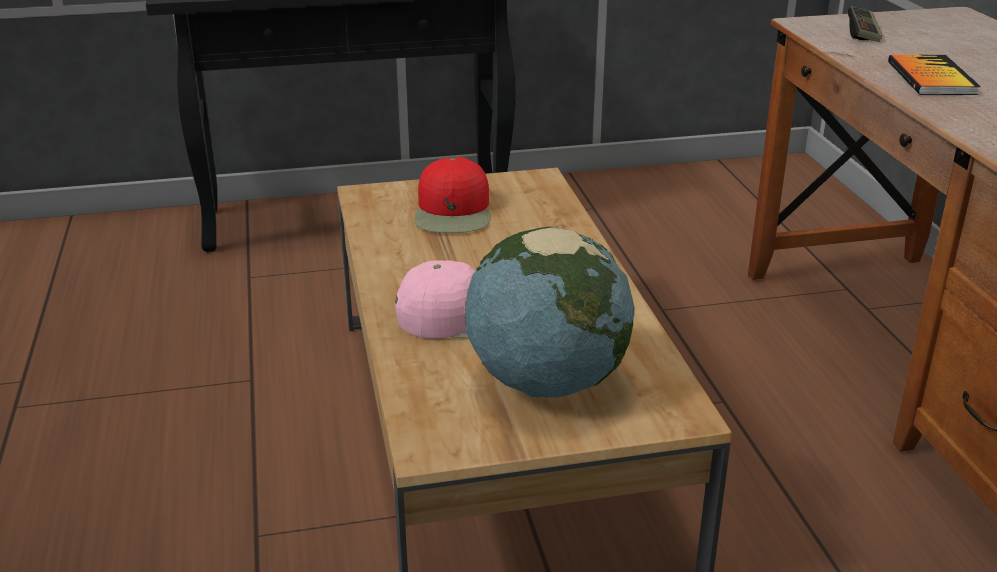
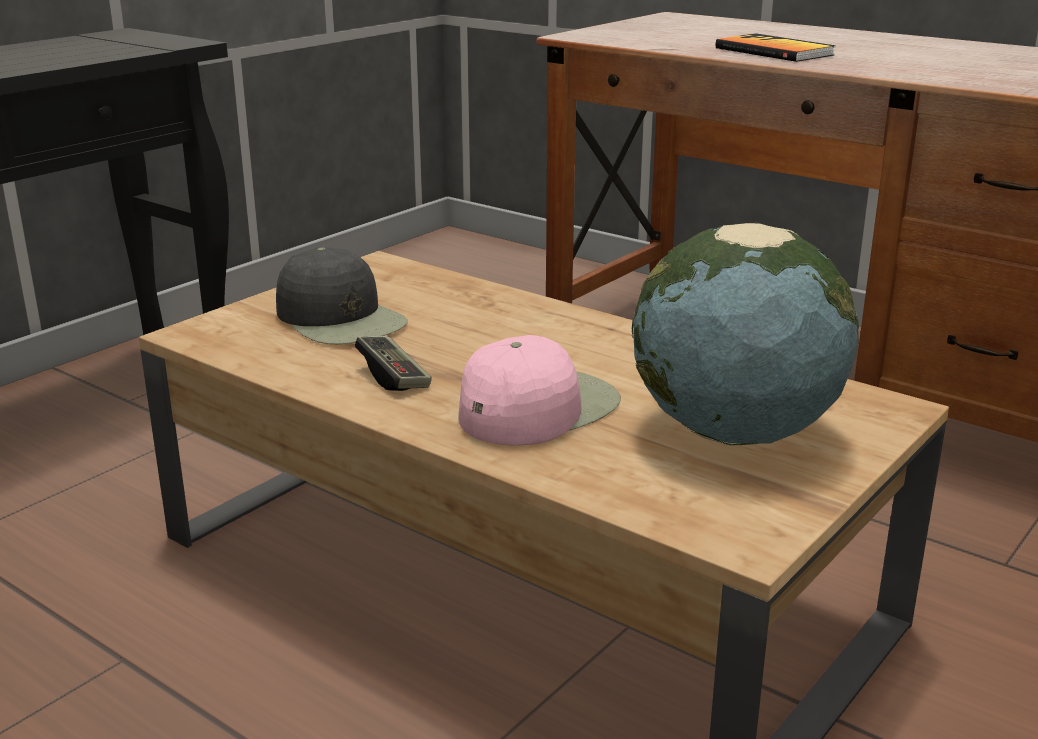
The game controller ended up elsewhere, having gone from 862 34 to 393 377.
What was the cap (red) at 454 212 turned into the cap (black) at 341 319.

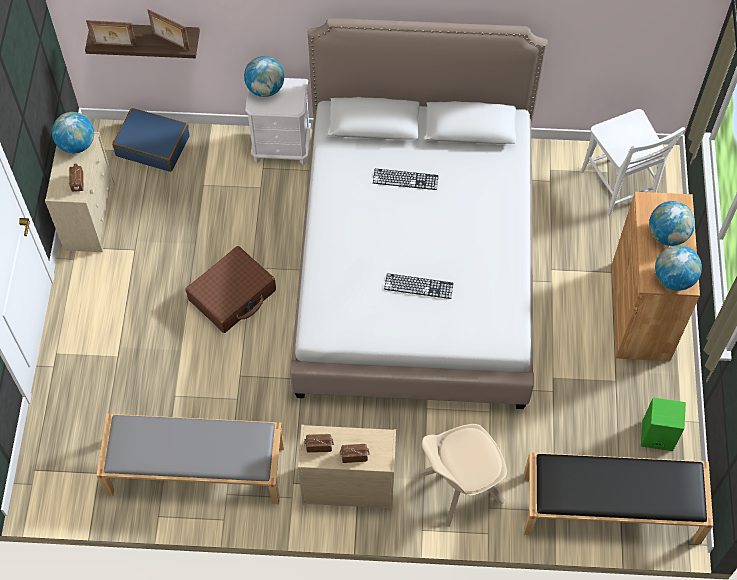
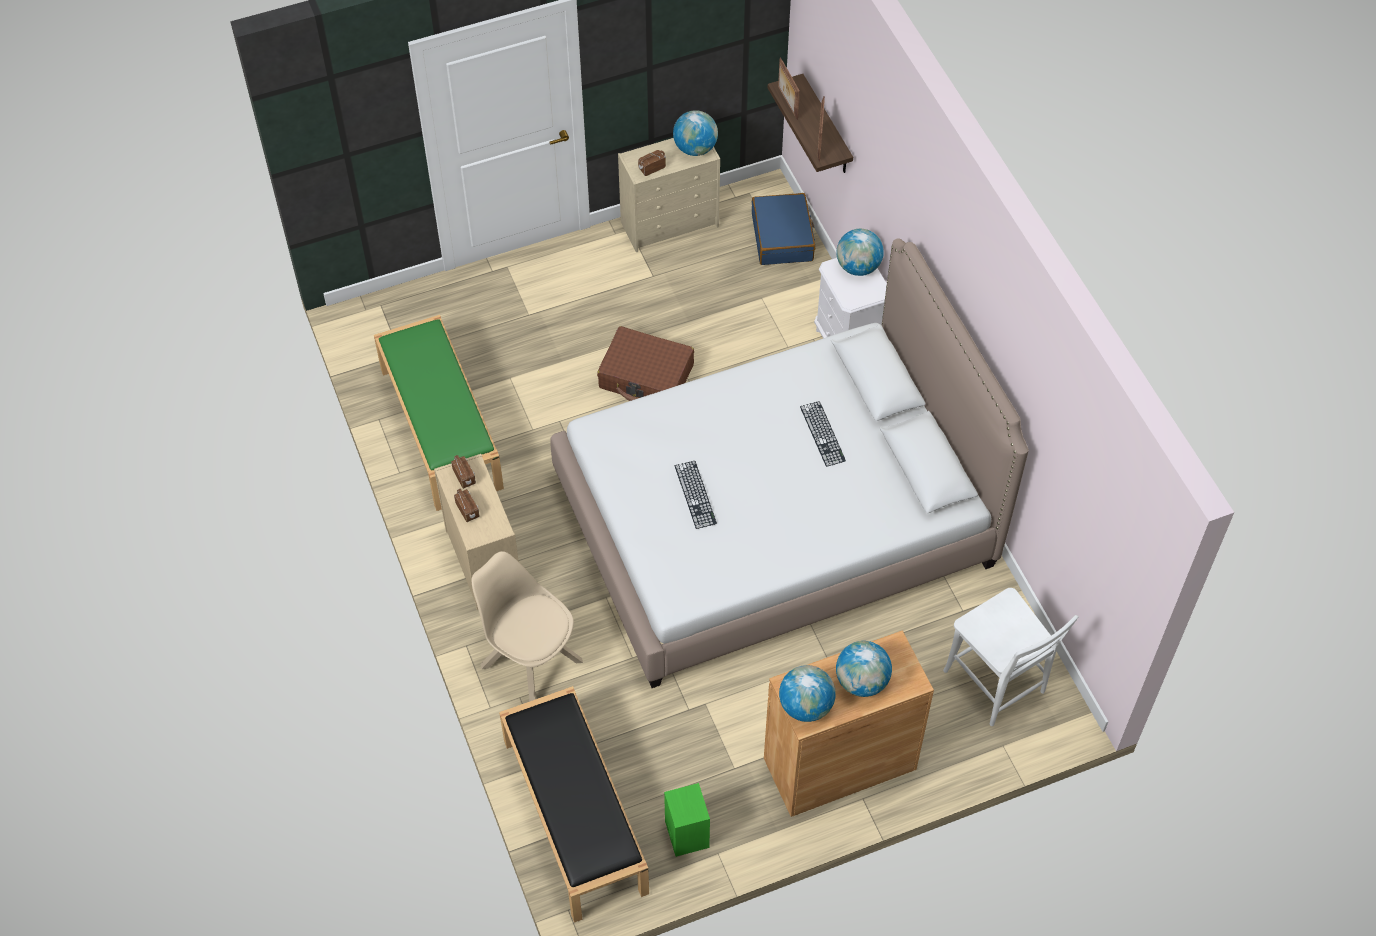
The chair (white) at 619 187 ended up facing another way, 75 degrees counterclockwise from before.
What was the bench (grey) at 195 470 turned into the bench (green) at 440 427.

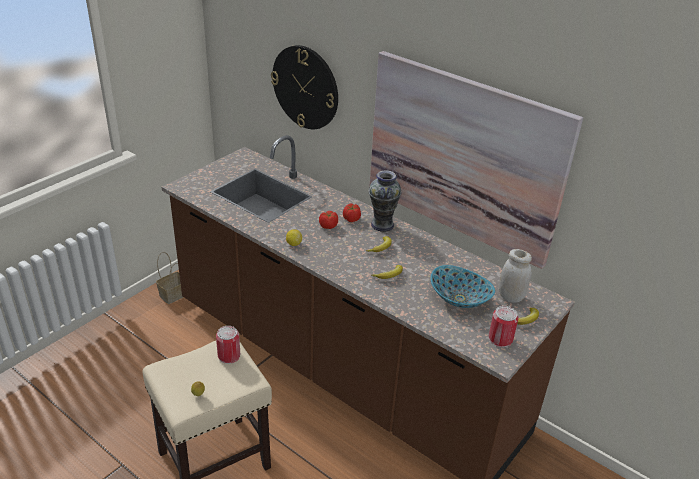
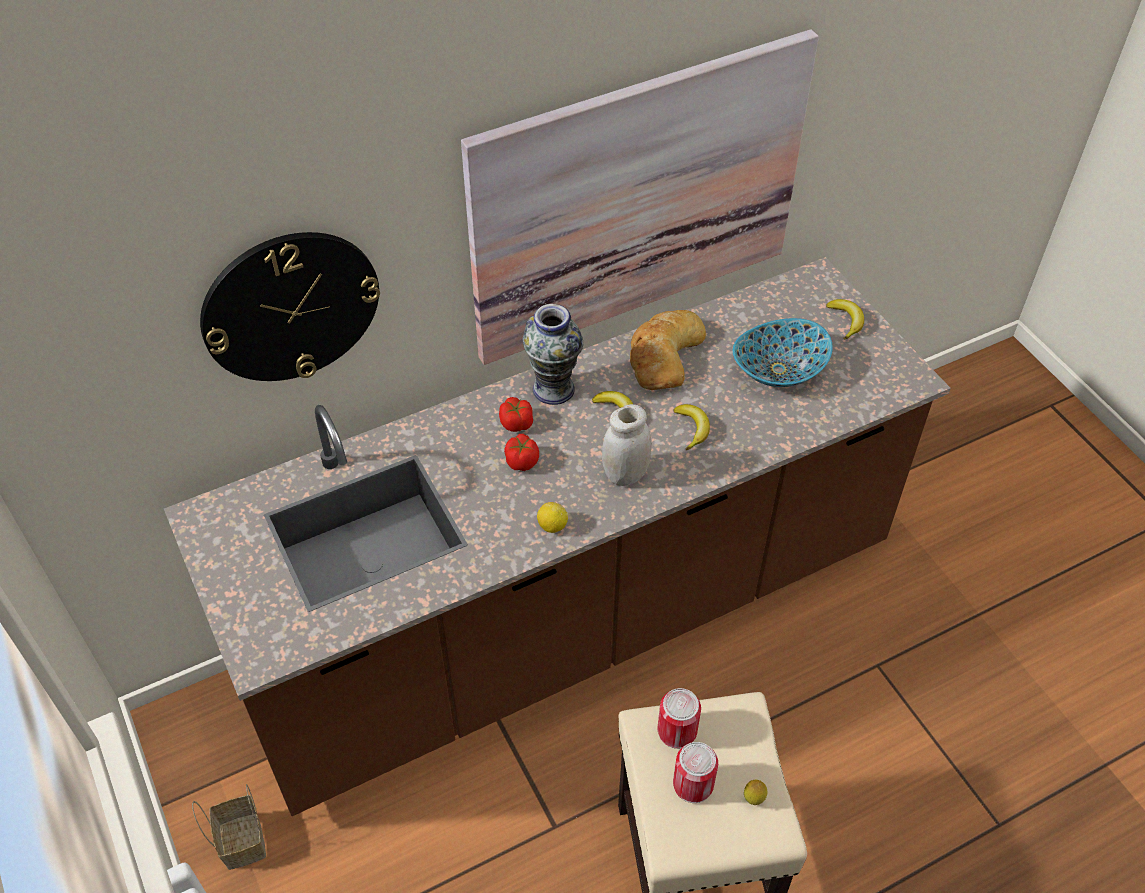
The jar (white) ended up elsewhere, having gone from 510 297 to 625 474.
The can ended up elsewhere, having gone from 500 339 to 693 784.
The second view gained the bread at 663 355.

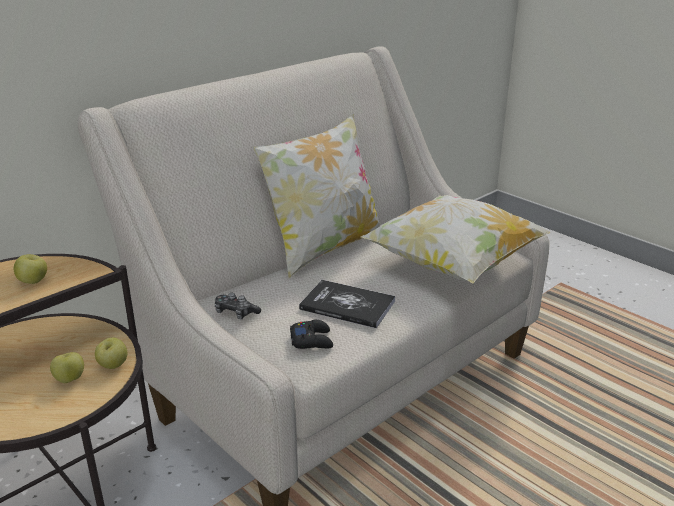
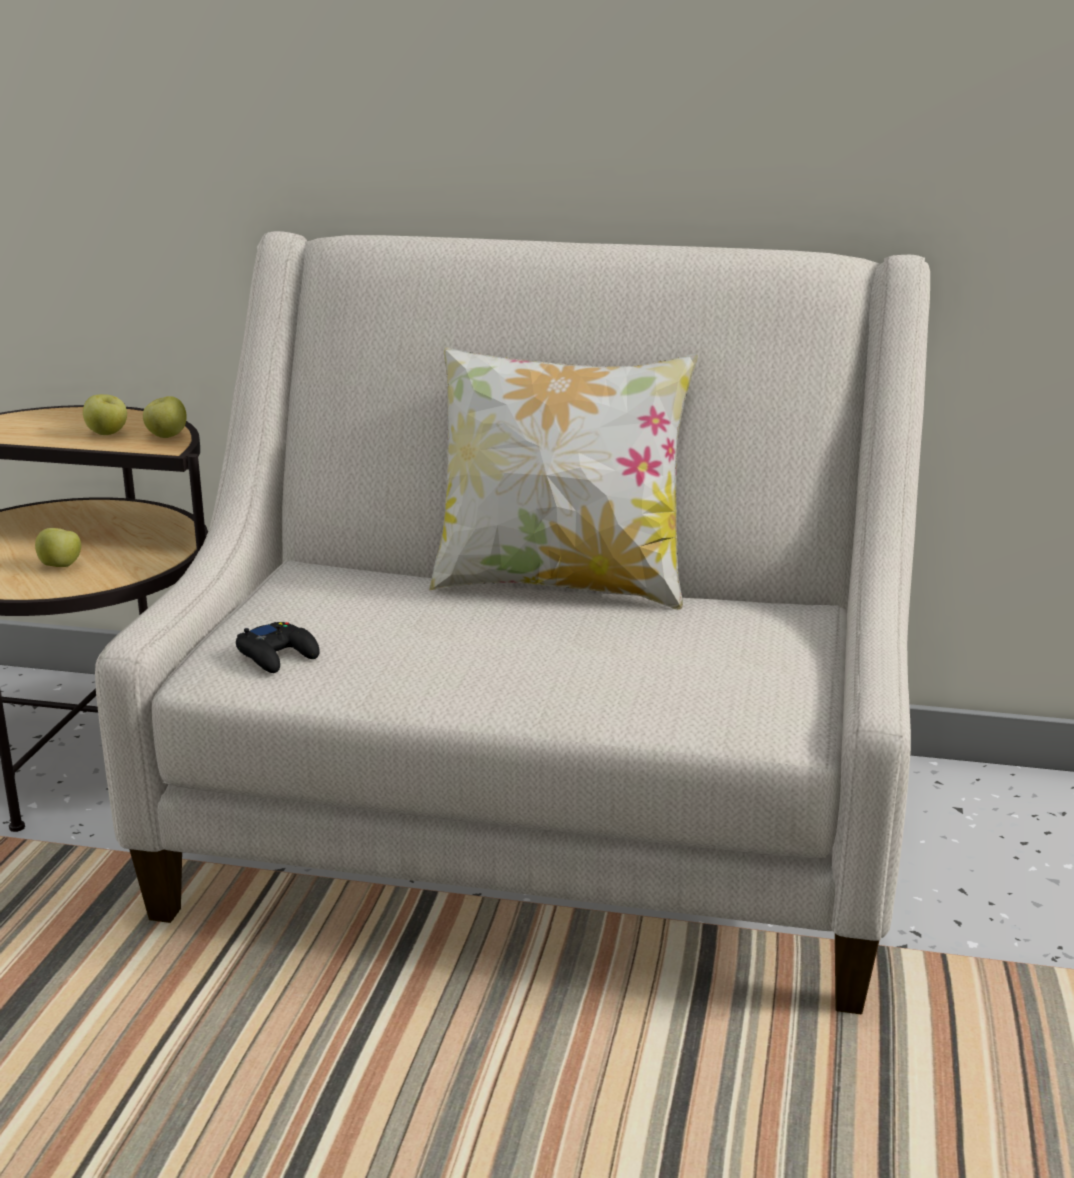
The second view lost the pillow at 452 265.
The second view lost the book at 347 305.
The second view lost the game controller at 235 313.
The apple ended up elsewhere, having gone from 113 366 to 166 436.

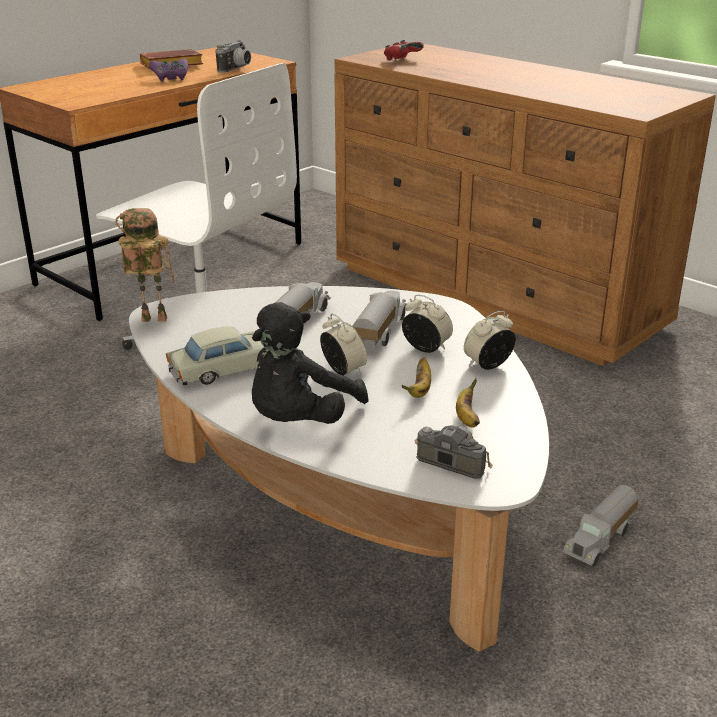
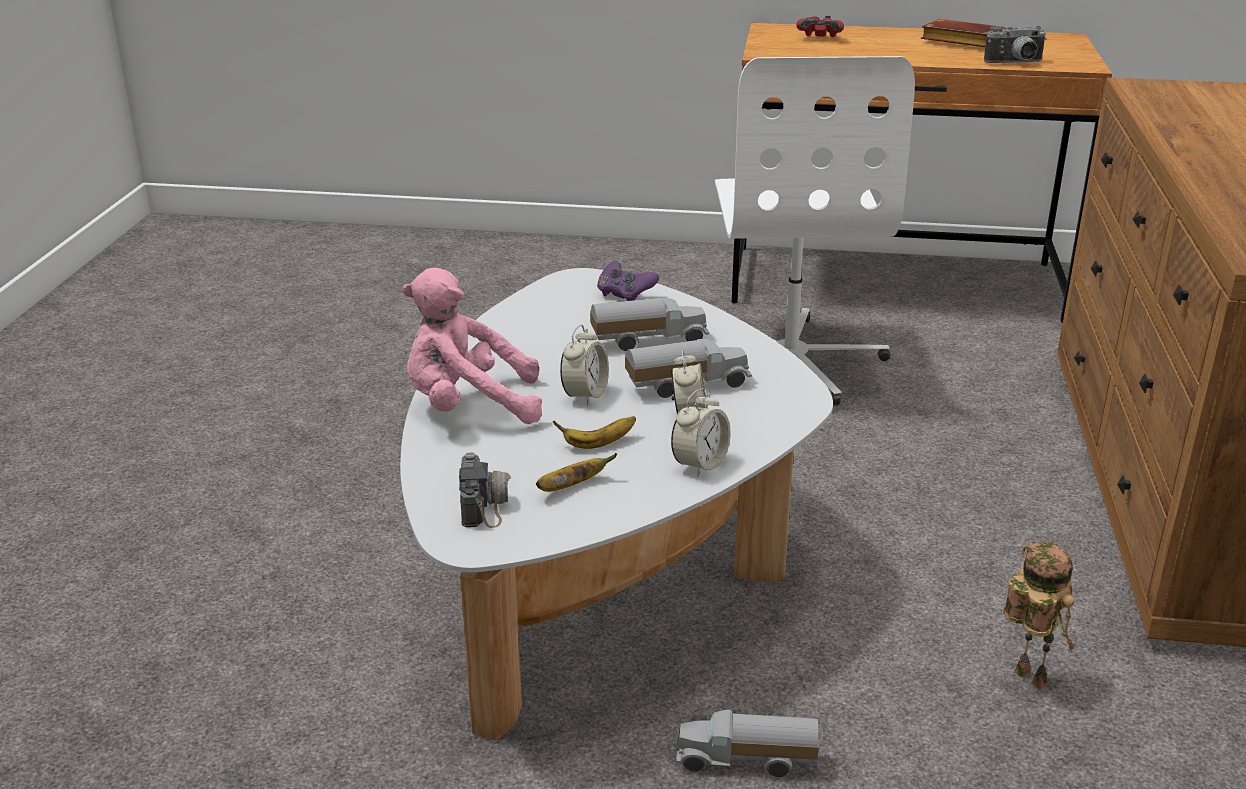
The game controller (red) ended up elsewhere, having gone from 401 60 to 819 39.
The game controller (purple) ended up elsewhere, having gone from 170 79 to 624 295.
The toy robot ended up elsewhere, having gone from 151 321 to 1025 678.
What was the plush toy (black) at 300 421 turned into the plush toy (pink) at 469 407.
The alarm clock at 488 365 ended up facing another way, 105 degrees clockwise from before.
The second view lost the toy car (beige) at 225 369.

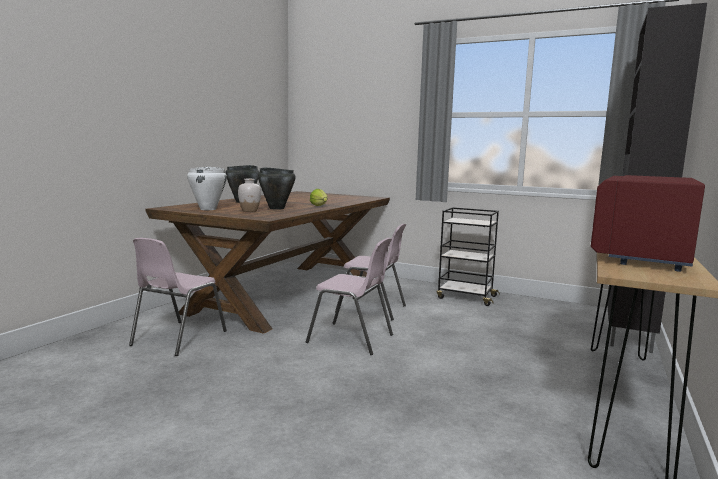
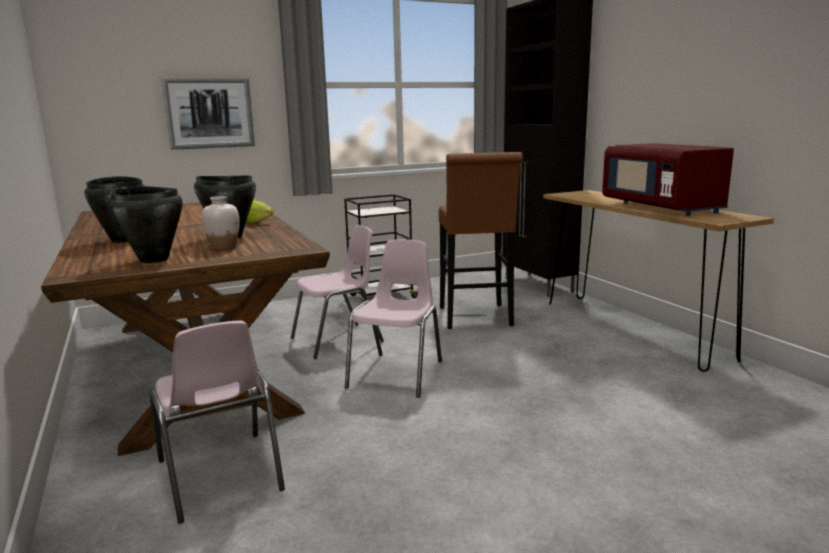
What was the cooking pot (white) at 208 209 turned into the cooking pot (black) at 154 260.
The chair (pink) at 351 339 ended up facing another way, 45 degrees counterclockwise from before.
The second view gained the picture at 209 113.
The second view gained the stool (brown) at 476 319.

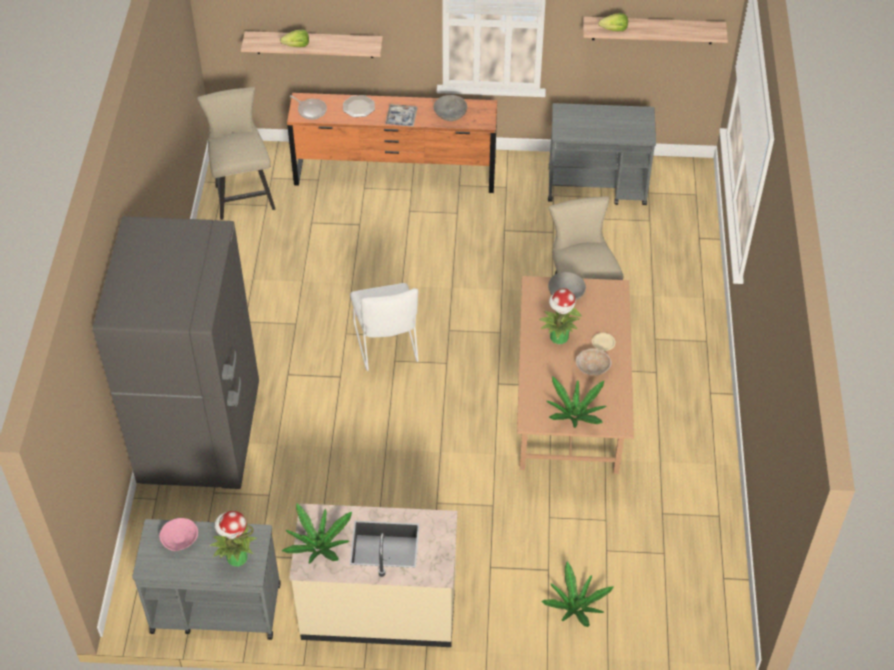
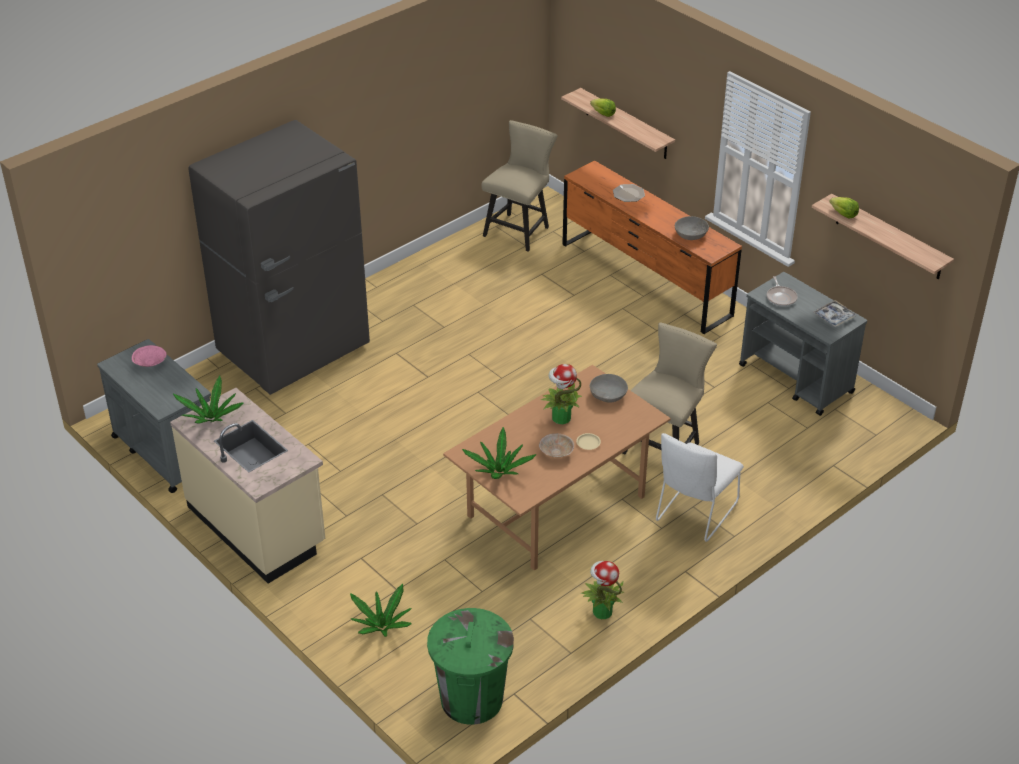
The frying pan ended up elsewhere, having gone from 311 110 to 781 297.
The tray ended up elsewhere, having gone from 401 118 to 834 317.
The chair (white) ended up elsewhere, having gone from 386 346 to 694 514.
The potted plant ended up elsewhere, having gone from 236 557 to 601 611.
The second view gained the trash can (green) at 471 699.

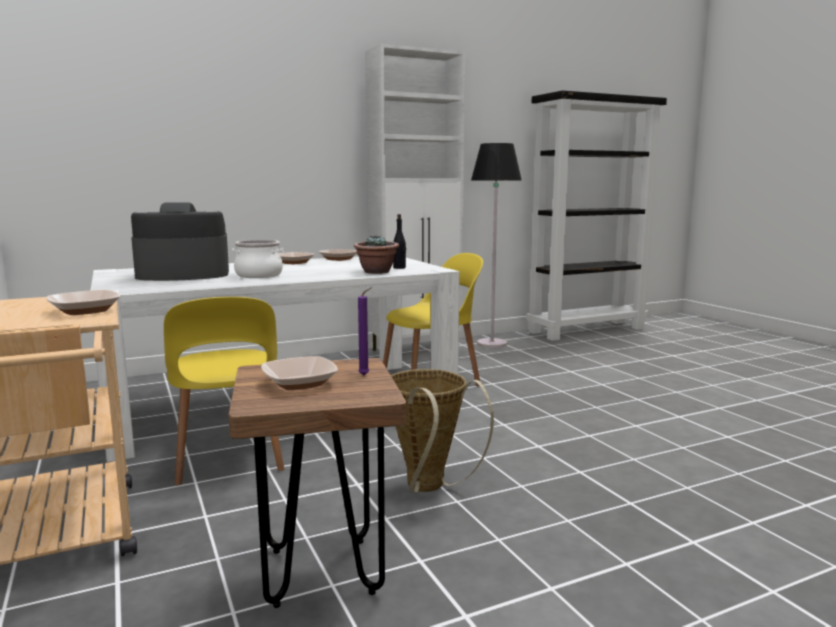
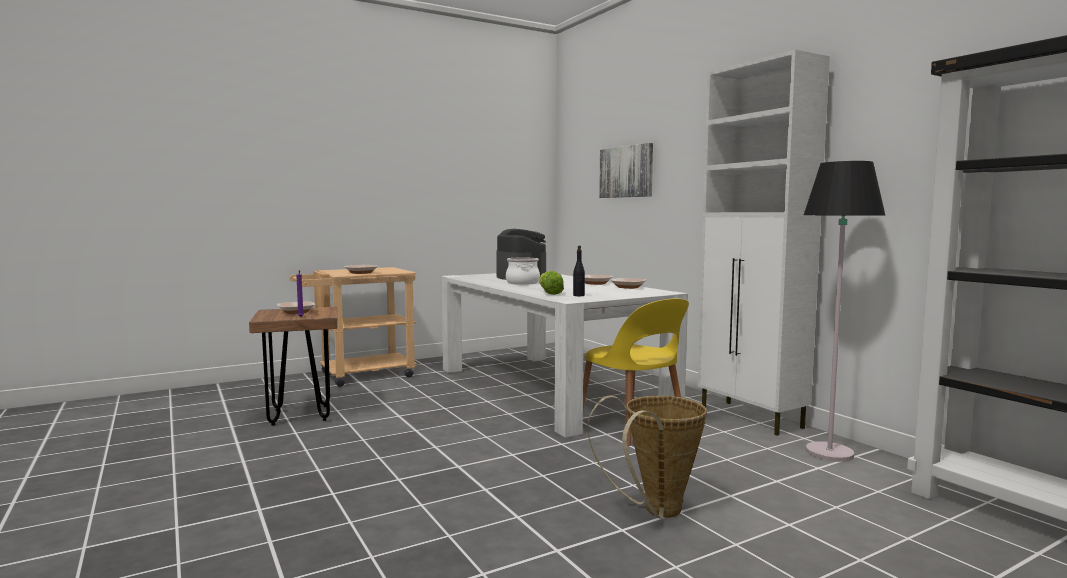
Where the potted plant stood at 377 272, the lettuce came to stand at 549 293.
The second view lost the chair (yellow) at 228 457.
The basket ended up elsewhere, having gone from 429 488 to 655 512.
The second view gained the picture at 626 172.

